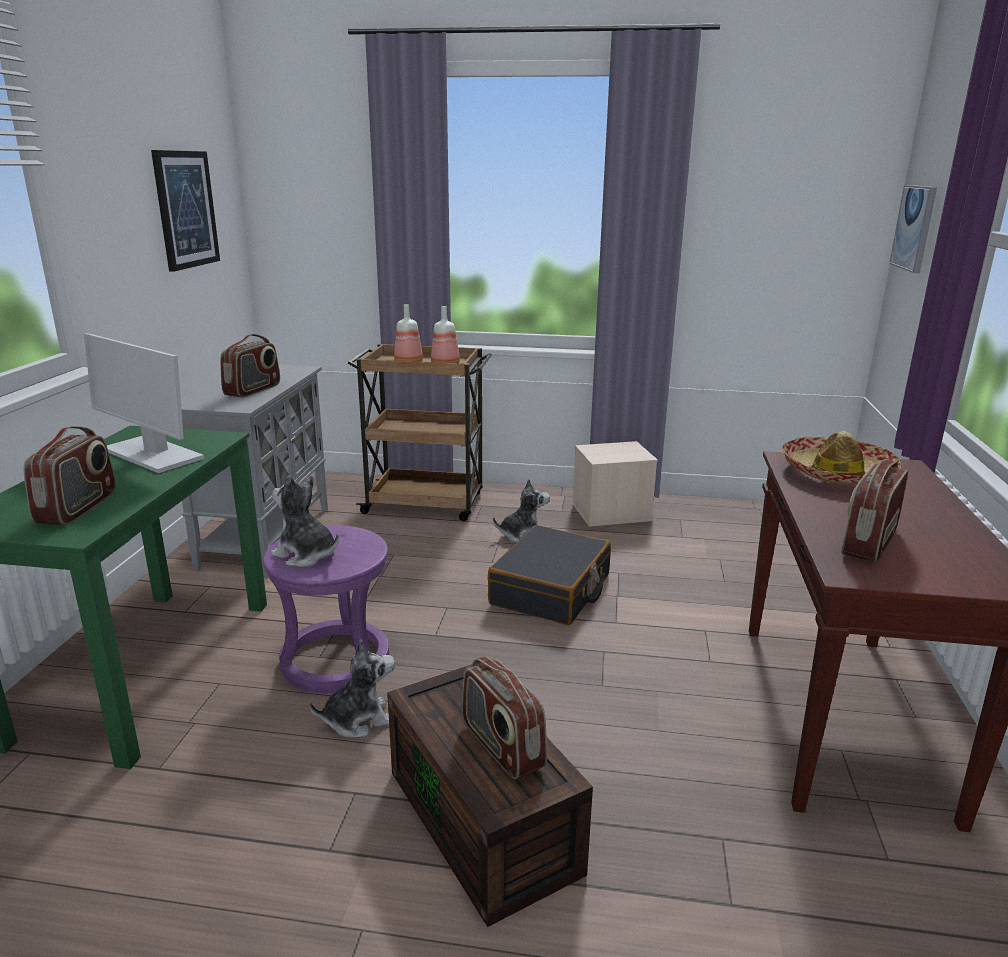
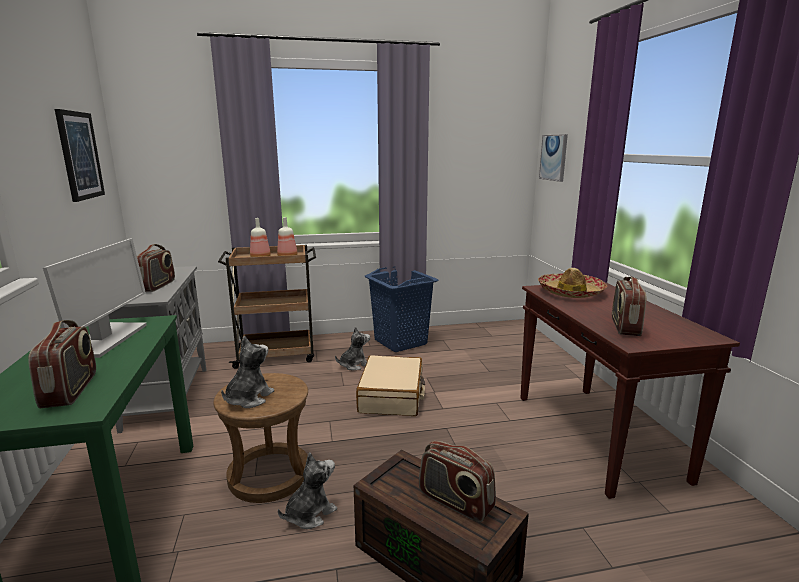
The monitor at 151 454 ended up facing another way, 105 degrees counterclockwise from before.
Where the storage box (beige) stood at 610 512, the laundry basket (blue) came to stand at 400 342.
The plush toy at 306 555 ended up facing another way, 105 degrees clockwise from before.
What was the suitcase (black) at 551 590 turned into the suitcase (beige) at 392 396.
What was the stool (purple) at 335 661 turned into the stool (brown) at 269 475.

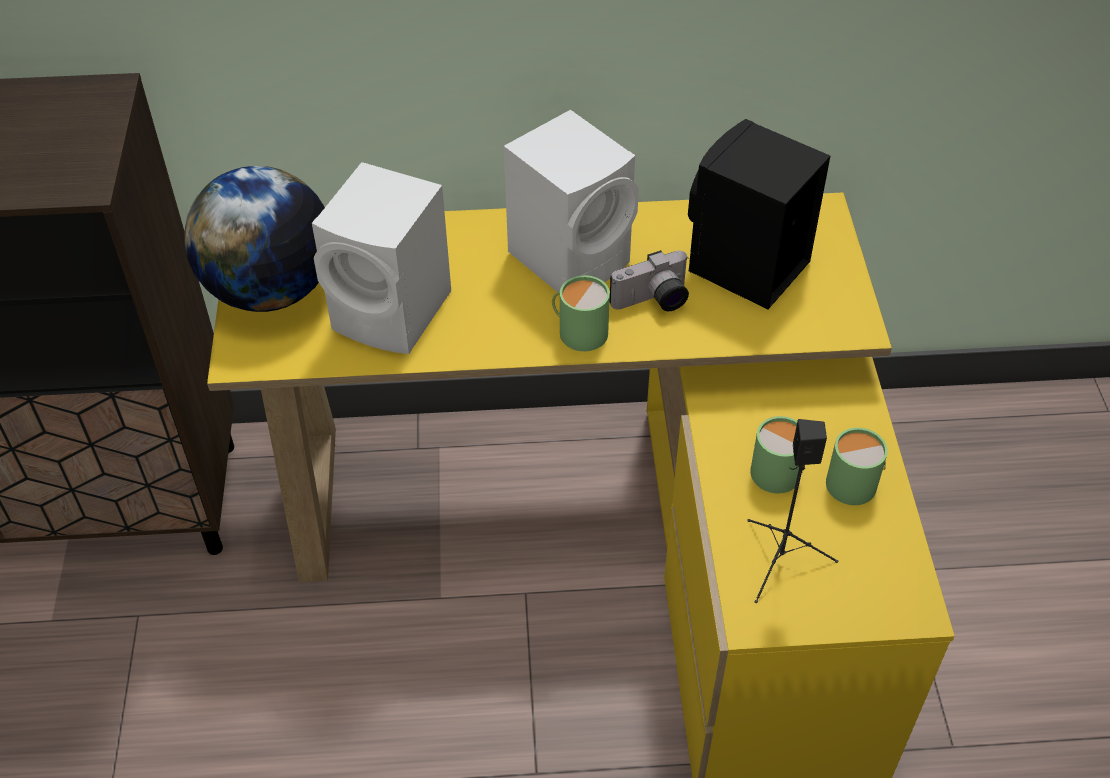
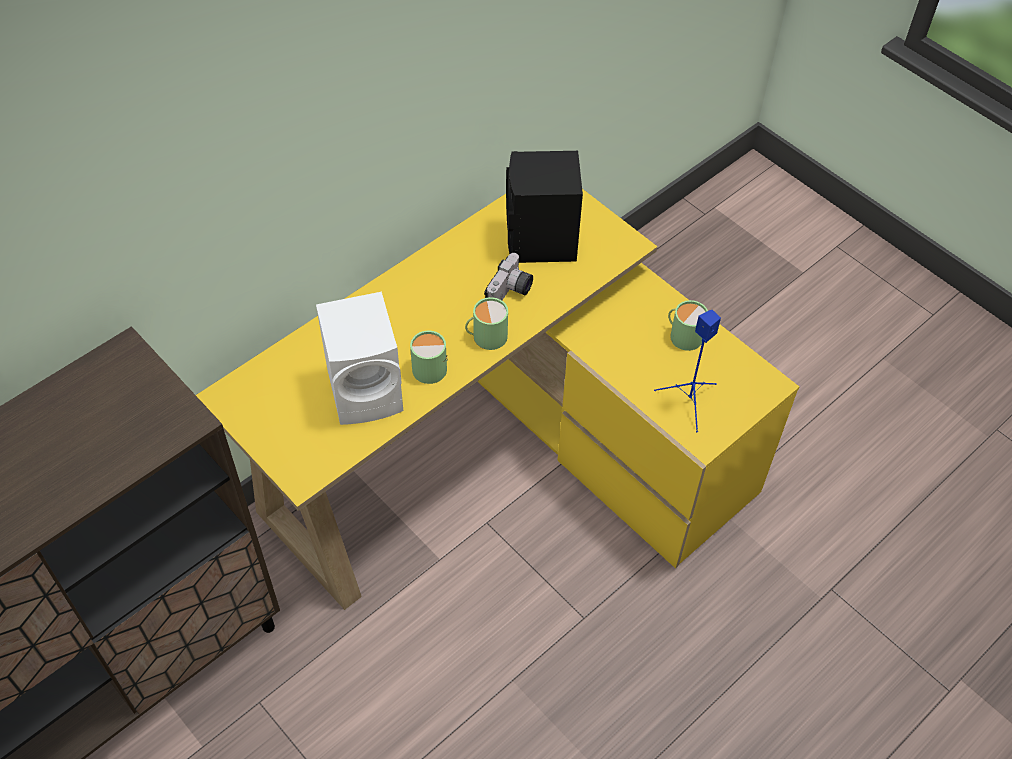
The second view lost the speaker (white) at 573 257.
The second view lost the globe at 271 290.
The mug (green) ended up elsewhere, having gone from 779 469 to 430 366.
What was the speaker (black) at 780 562 turned into the speaker (blue) at 689 402.

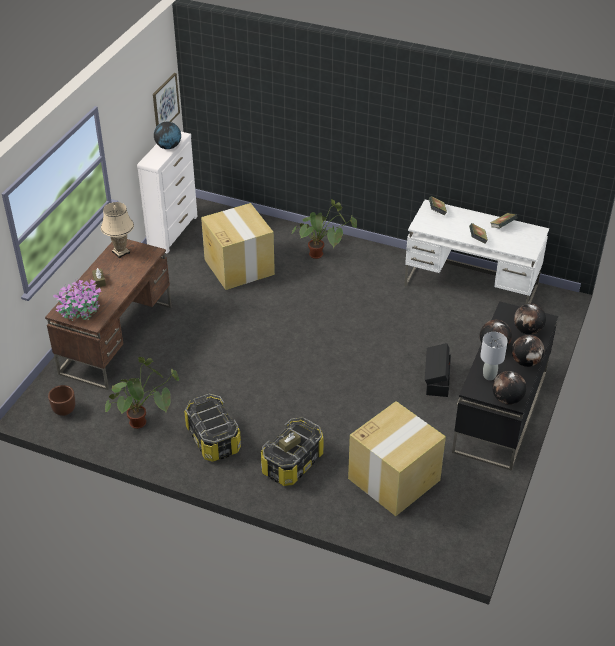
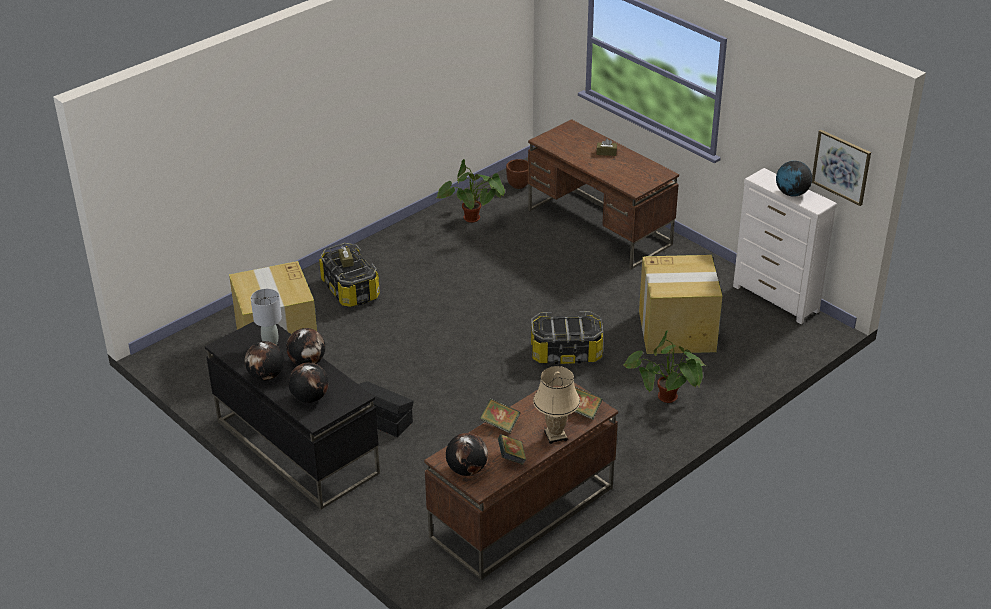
What was the desk (white) at 471 286 turned into the desk (brown) at 521 513.
The table lamp (beige) ended up elsewhere, having gone from 121 252 to 555 436.
The second view lost the potted plant at 81 311.
The globe ended up elsewhere, having gone from 507 399 to 467 470.
The storage box ended up elsewhere, having gone from 213 439 to 566 352.

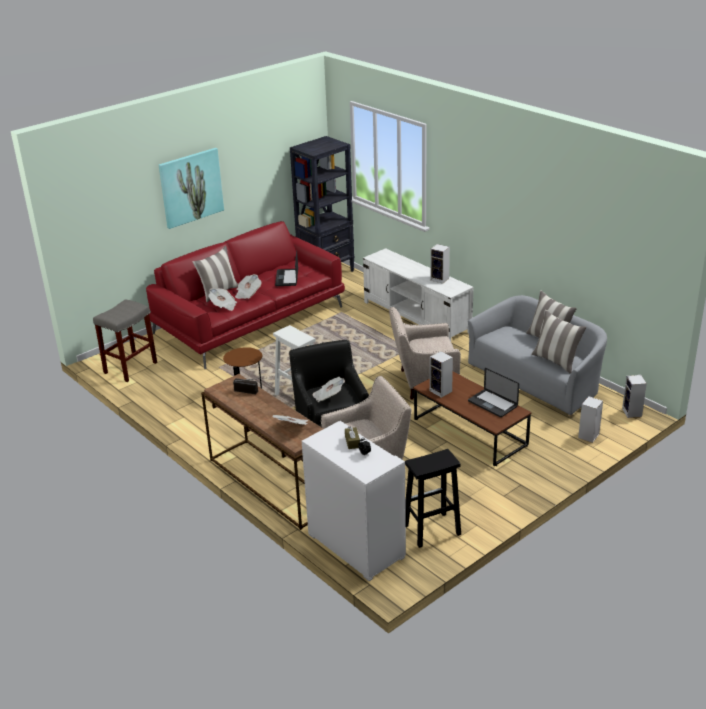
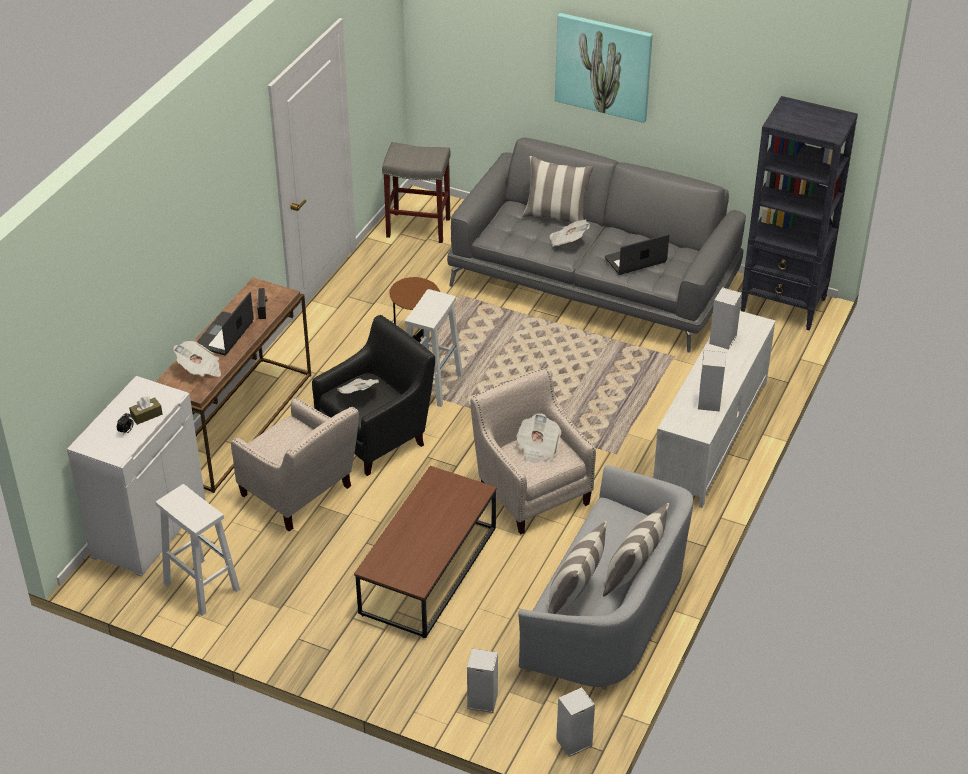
What was the sofa (red) at 251 320 turned into the sofa (grey) at 595 281.
The newspaper ended up elsewhere, having gone from 223 306 to 537 449.
The speaker ended up elsewhere, having gone from 441 391 to 723 341.
The laptop ended up elsewhere, having gone from 492 404 to 224 334.
What was the stool (black) at 431 530 turned into the stool (white) at 200 586.

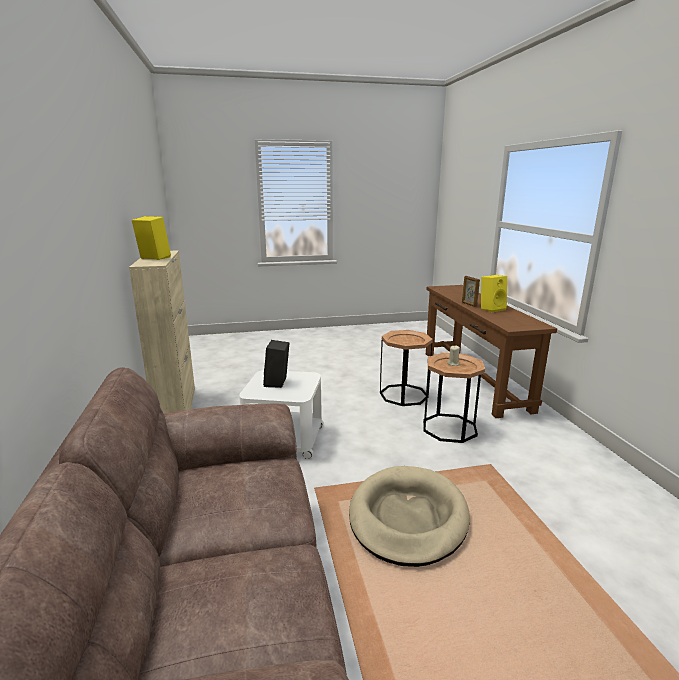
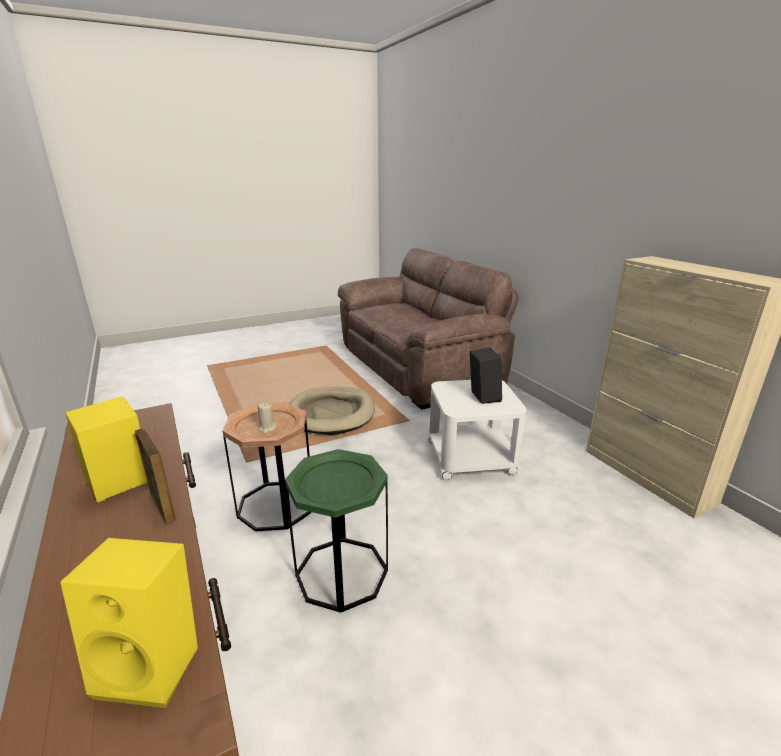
The speaker (yellow) ended up elsewhere, having gone from 153 258 to 154 664.
What was the side table (brown) at 403 395 turned into the side table (green) at 341 573.

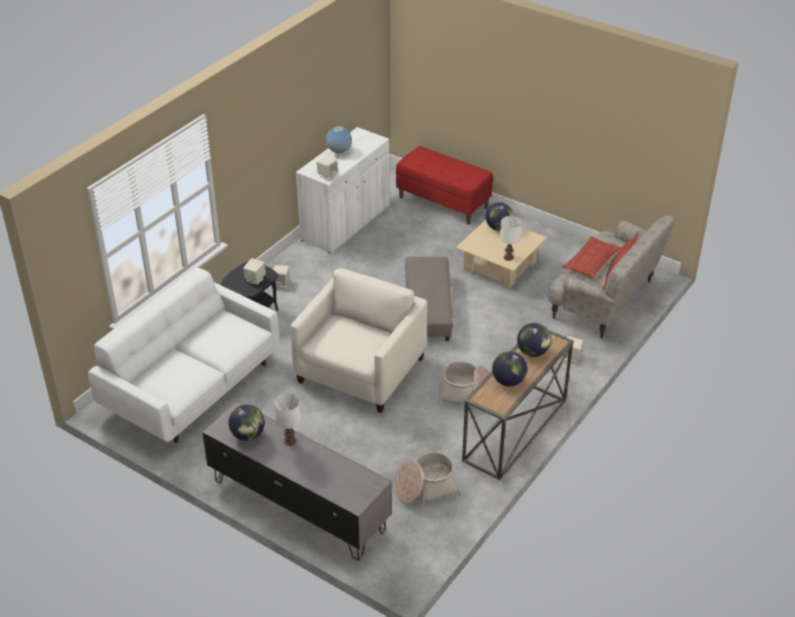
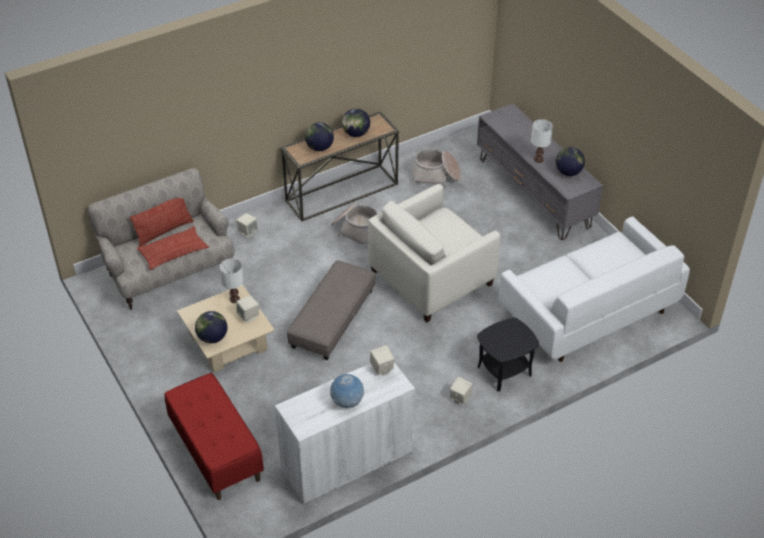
The speaker (beige) ended up elsewhere, having gone from 255 279 to 248 316.

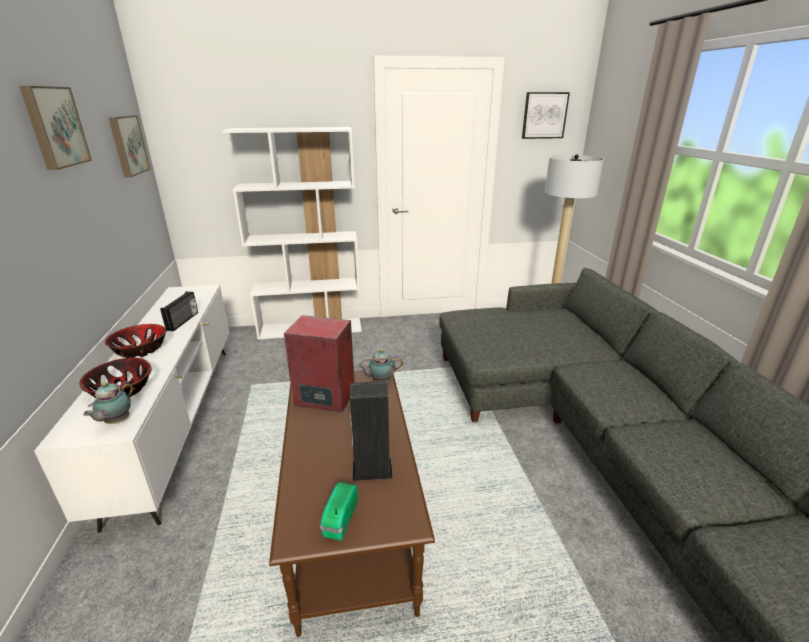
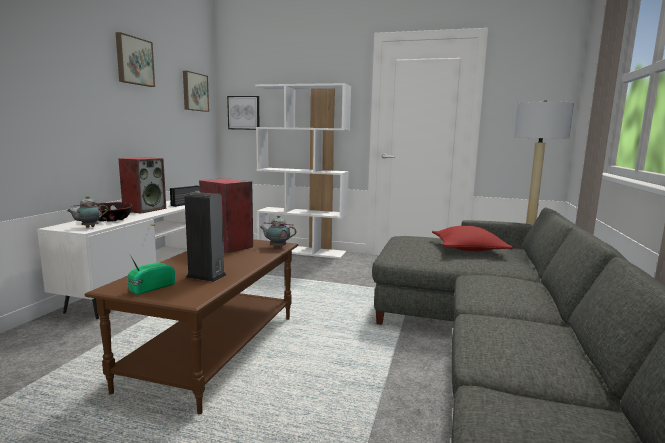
The picture ended up elsewhere, having gone from 544 115 to 244 113.
Where the bowl stood at 140 350, the speaker came to stand at 145 209.
The second view gained the pillow (red) at 468 249.

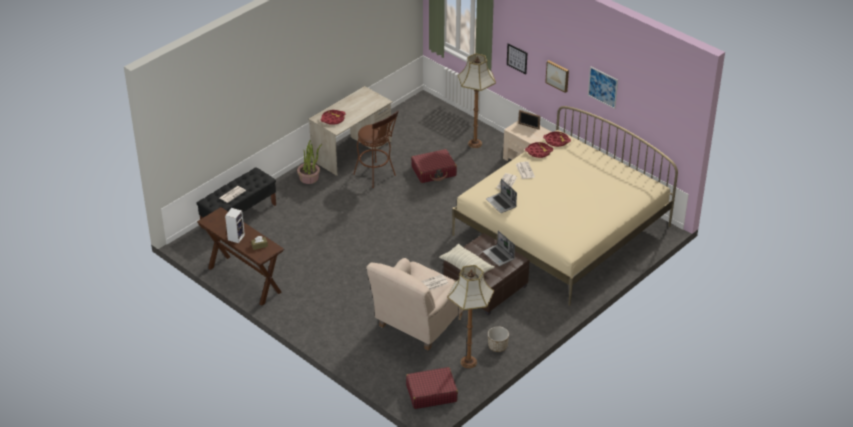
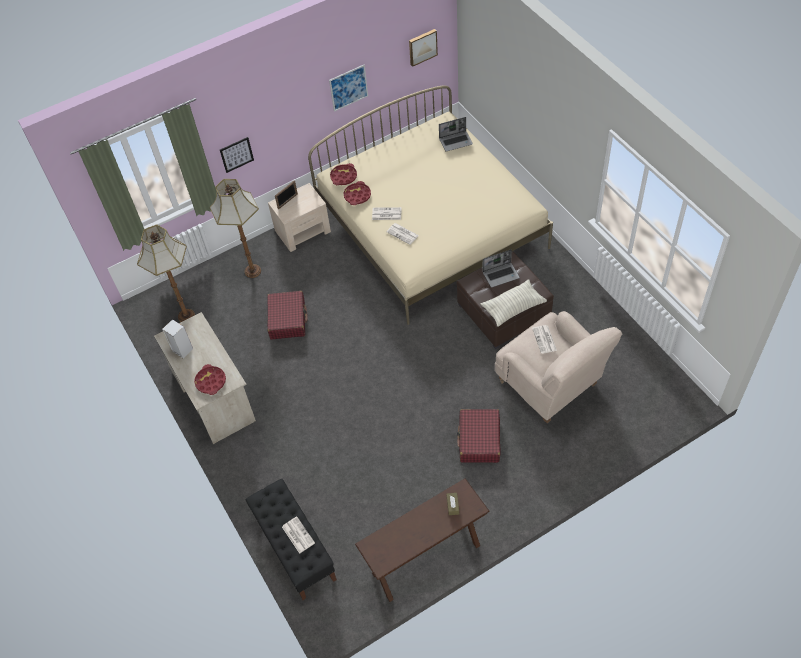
The picture ended up elsewhere, having gone from 558 75 to 422 46.
The second view lost the stool (brown) at 377 176.
The second view lost the potted plant at 309 178.
The laptop ended up elsewhere, having gone from 501 203 to 456 141.
The speaker ended up elsewhere, having gone from 236 237 to 181 349.
The floor lamp ended up elsewhere, having gone from 469 362 to 187 316.
The second view lost the planter at 497 346.
The suitcase (red) ended up elsewhere, having gone from 431 393 to 479 440.

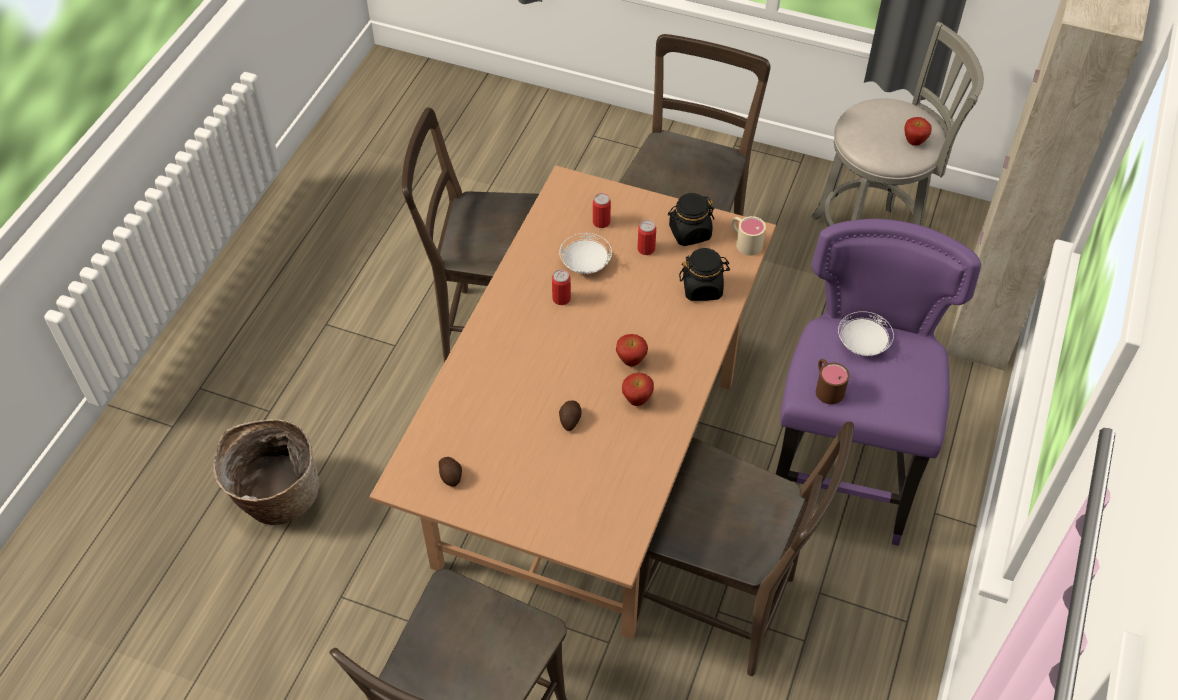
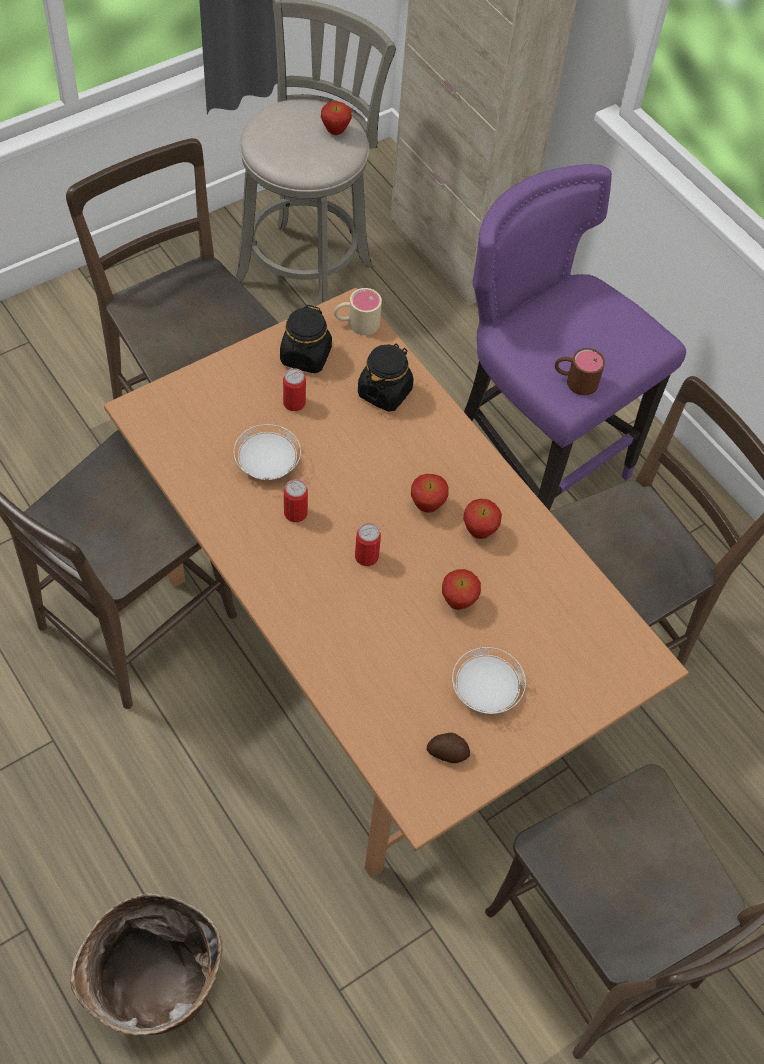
The can ended up elsewhere, having gone from 601 222 to 366 556.
The plate (white) ended up elsewhere, having gone from 862 343 to 485 690.
Where the potato stood at 570 419, the apple came to stand at 458 602.

